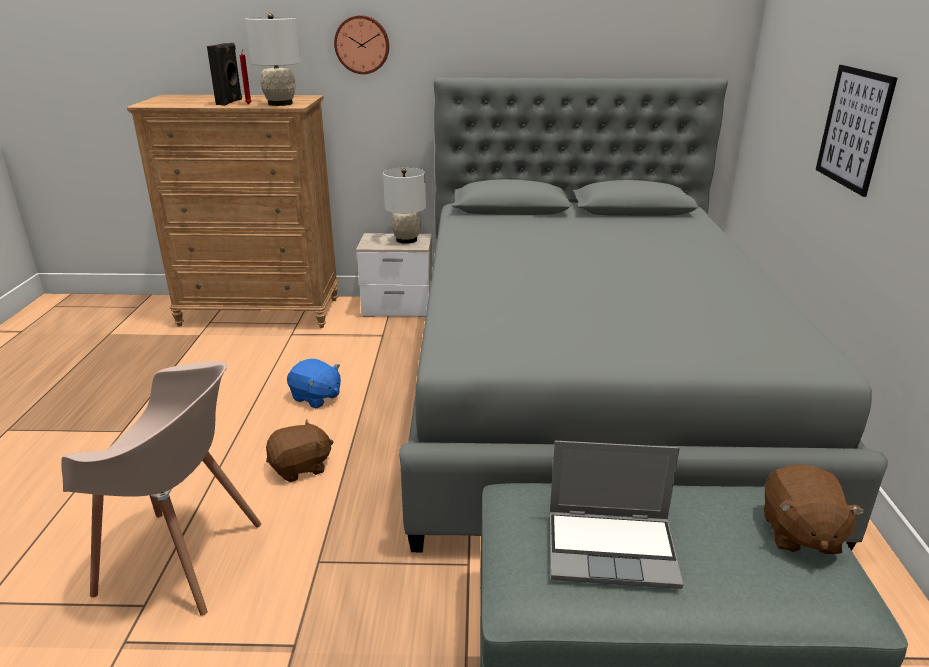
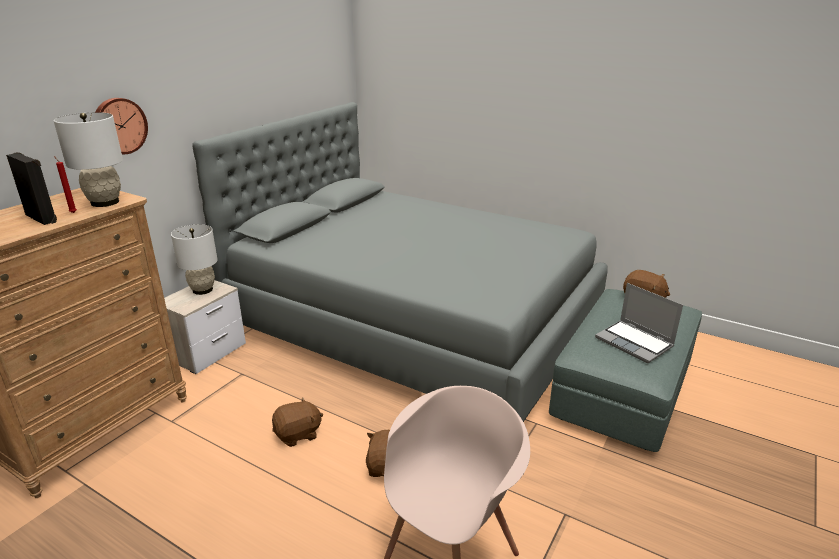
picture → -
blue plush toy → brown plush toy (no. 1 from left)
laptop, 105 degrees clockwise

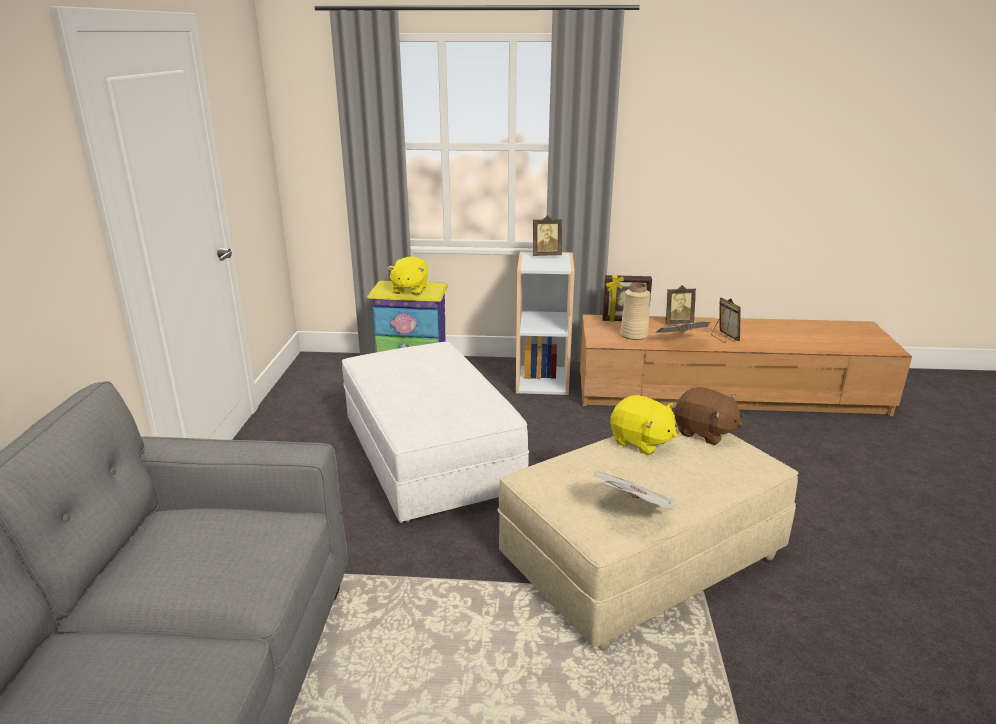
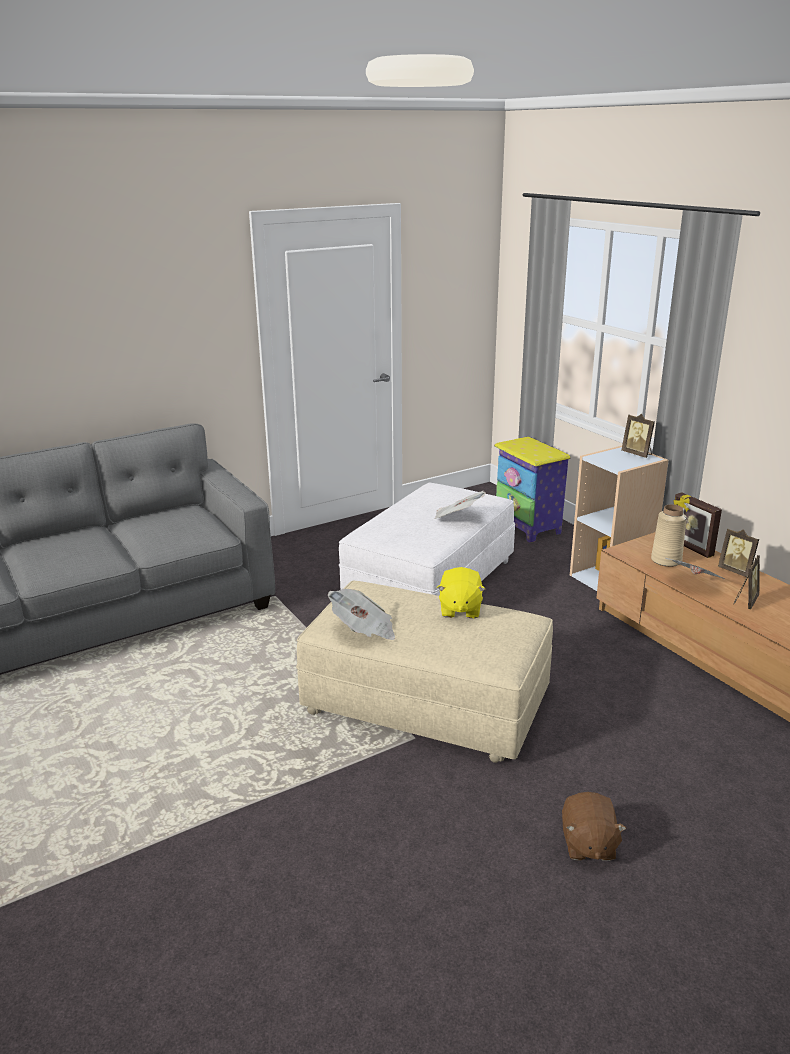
yellow plush toy (no. 1 from left) → -
- → newspaper (no. 2 from left)
brown plush toy, shifted

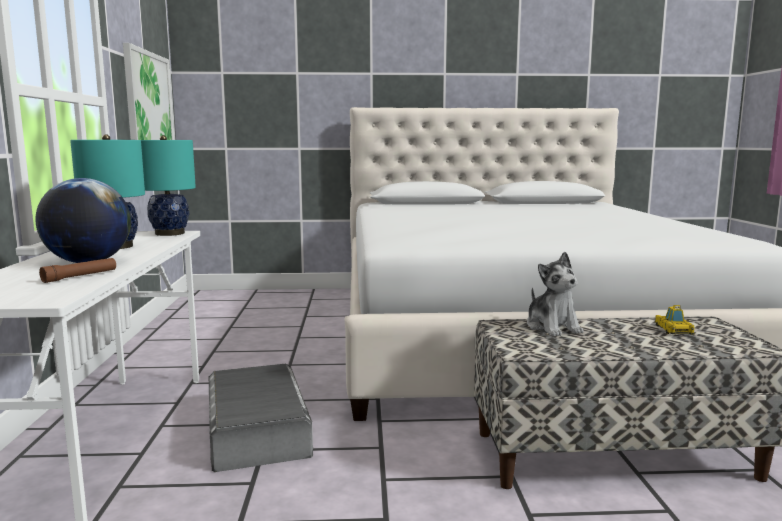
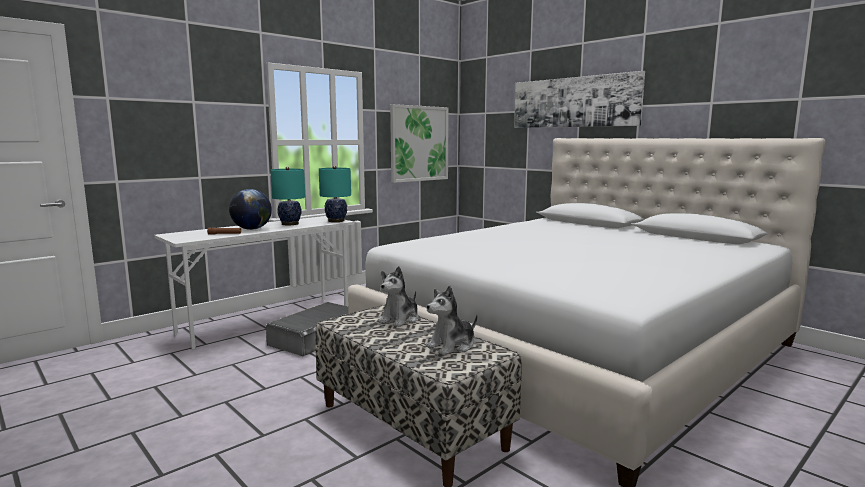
- → picture (no. 2 from left)
toy car → plush toy (no. 2 from left)

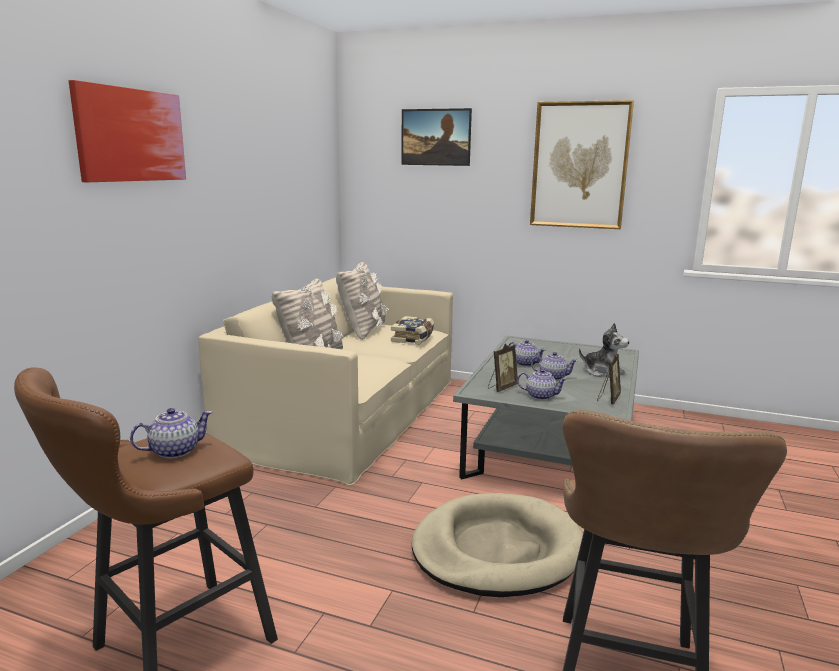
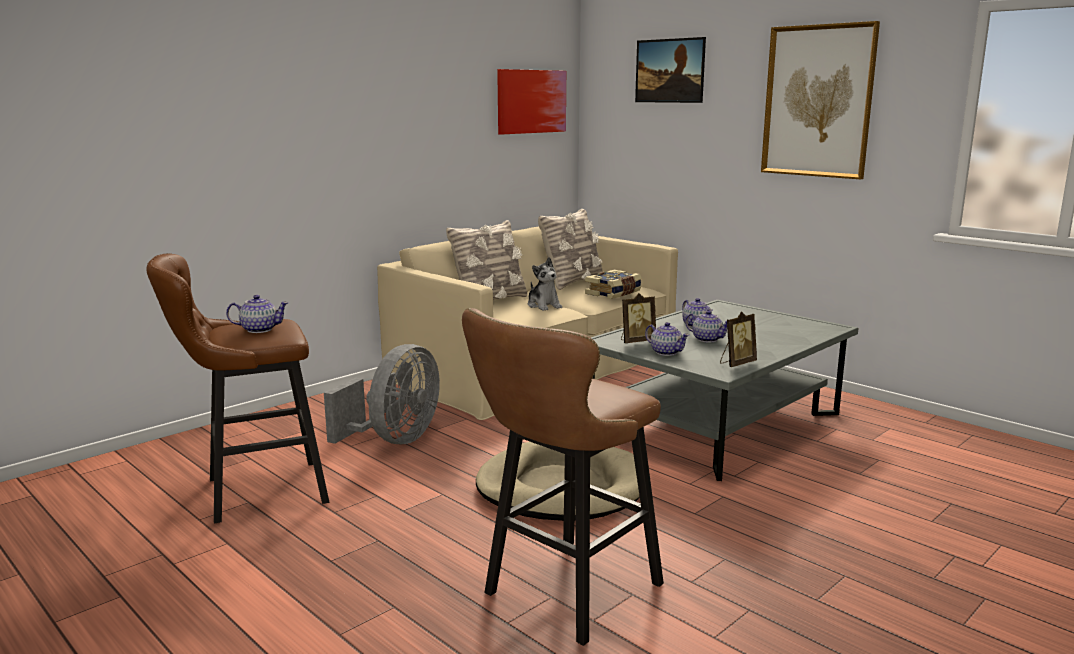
- → grey fan
picture (no. 1 from left), shifted
plush toy, shifted

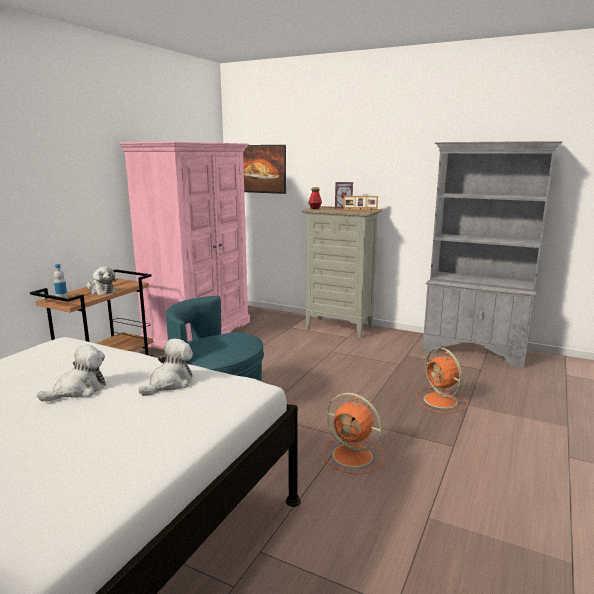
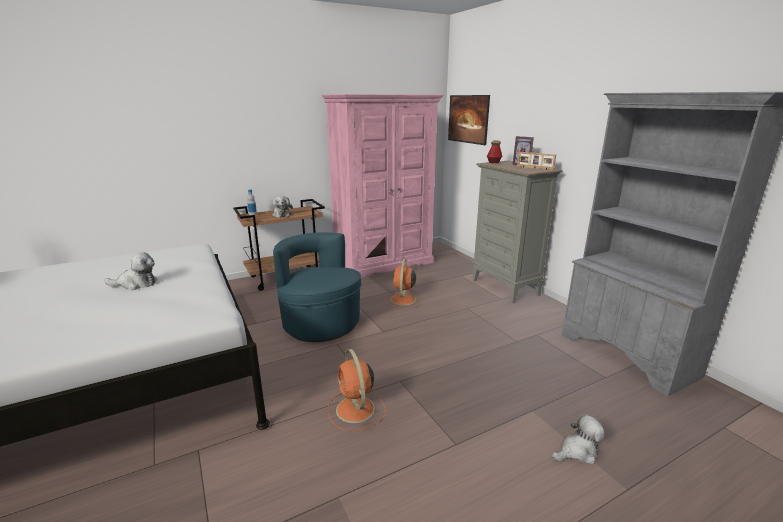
plush toy (no. 3 from left), shifted
orange fan (no. 2 from left), shifted

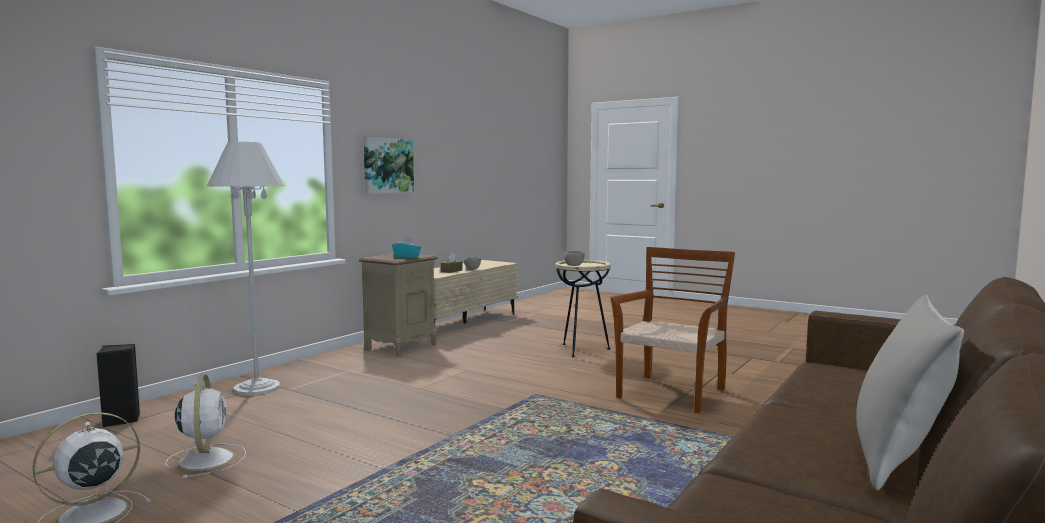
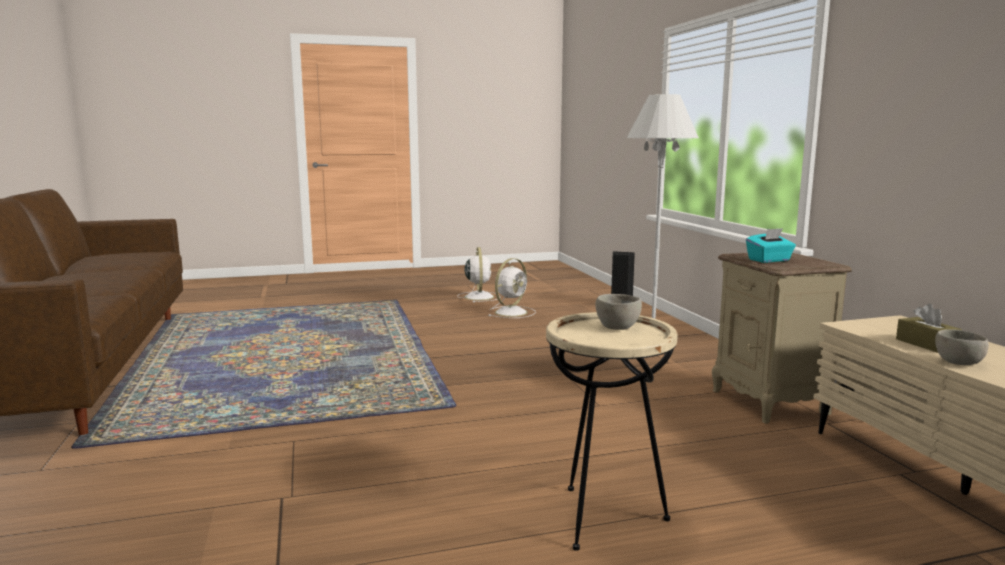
picture → -
brown armchair → -
grey pillow → -
white fan (no. 2 from left), 75 degrees counterclockwise

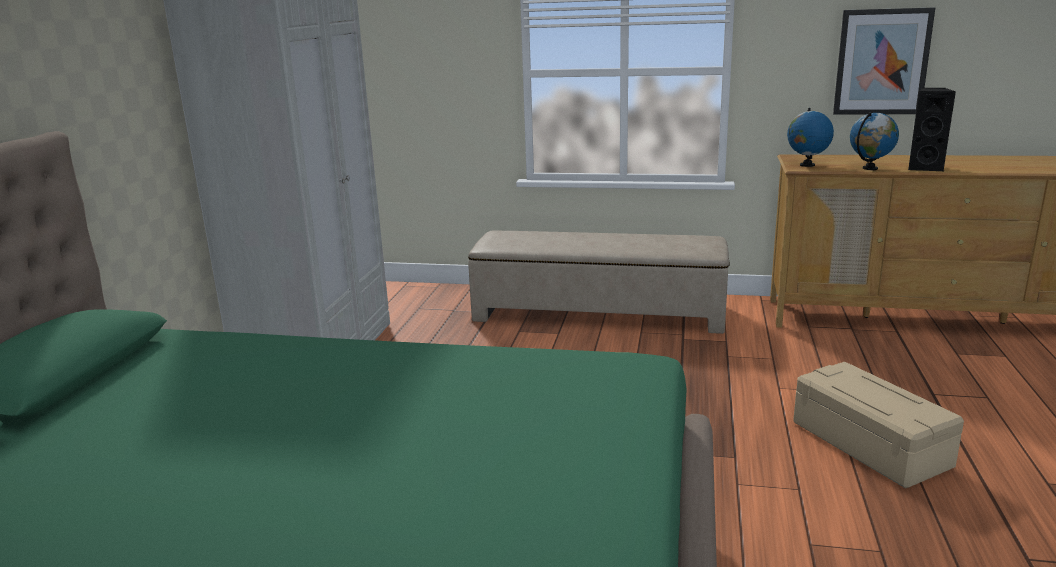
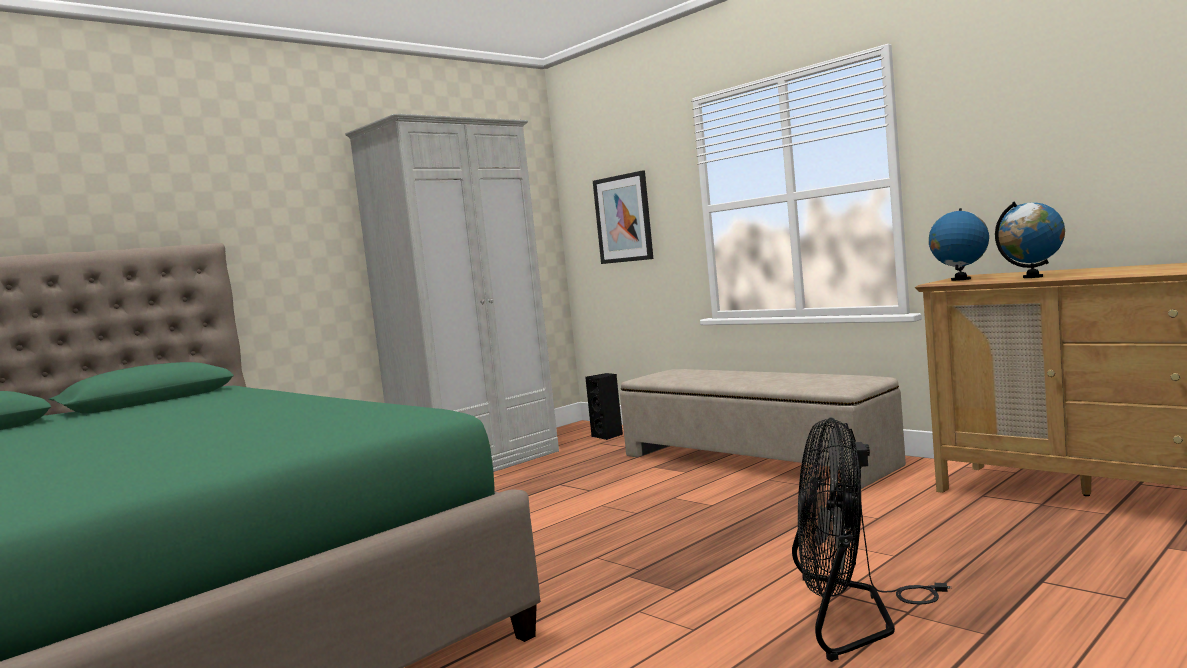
picture, shifted
black speaker, shifted
beige storage box → black fan

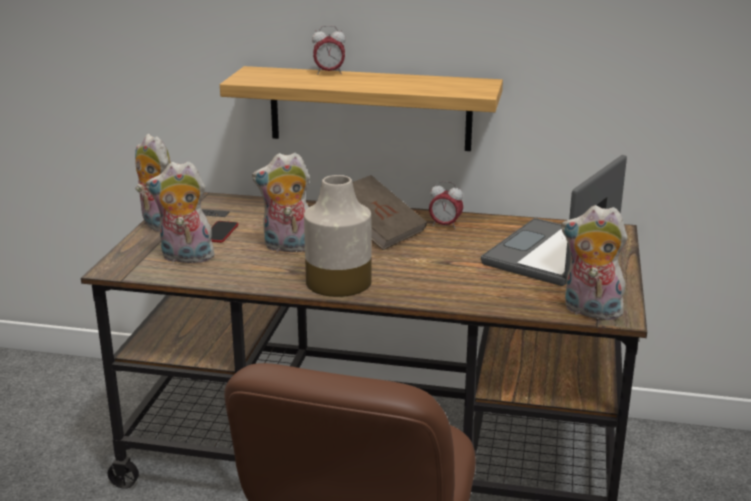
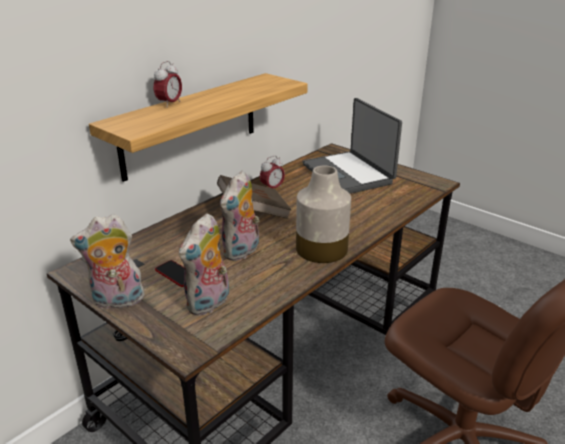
plush toy (no. 4 from left) → -

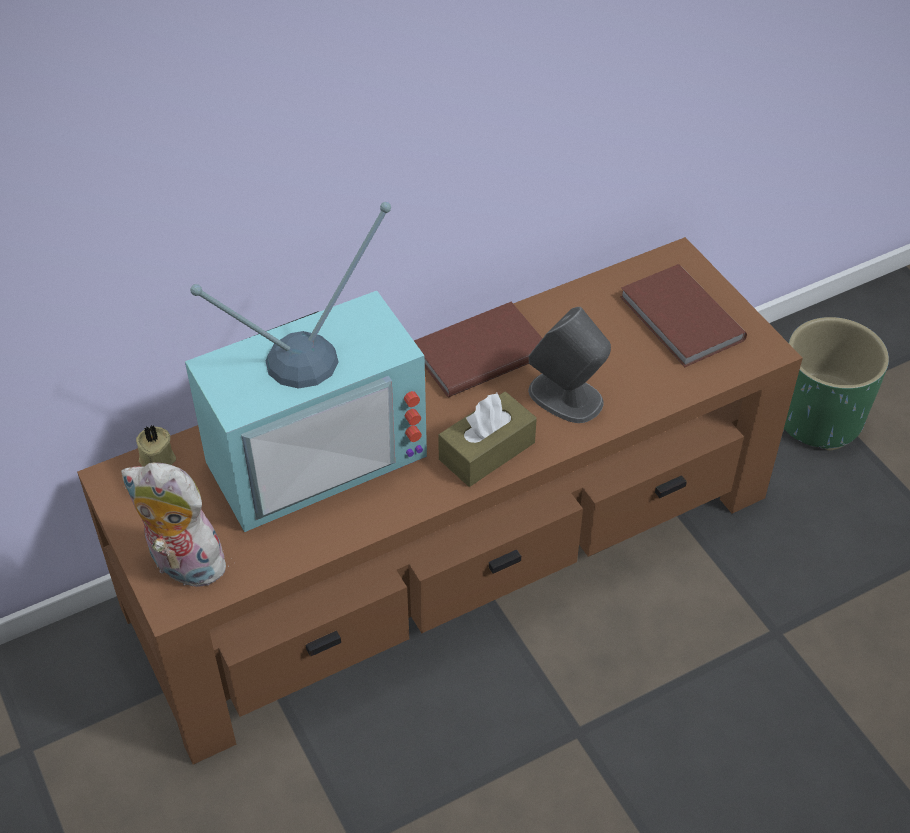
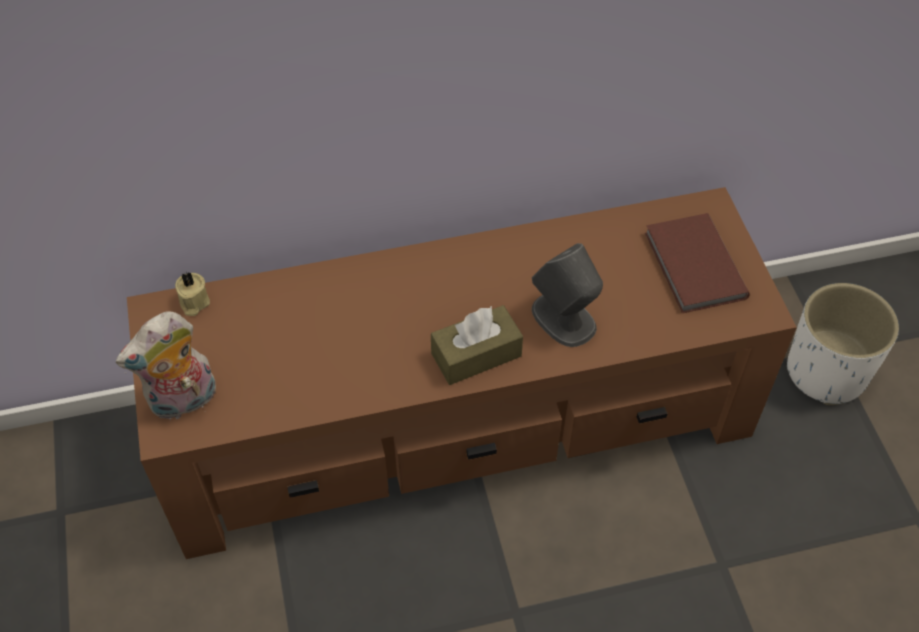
television → -
brown book (no. 1 from left) → -
green planter → white planter
plush toy, 75 degrees counterclockwise

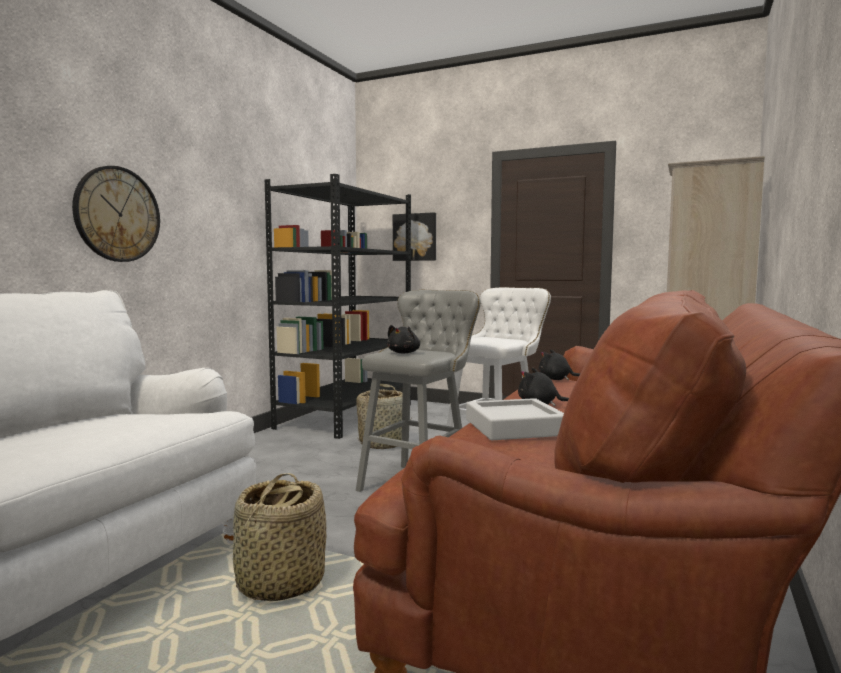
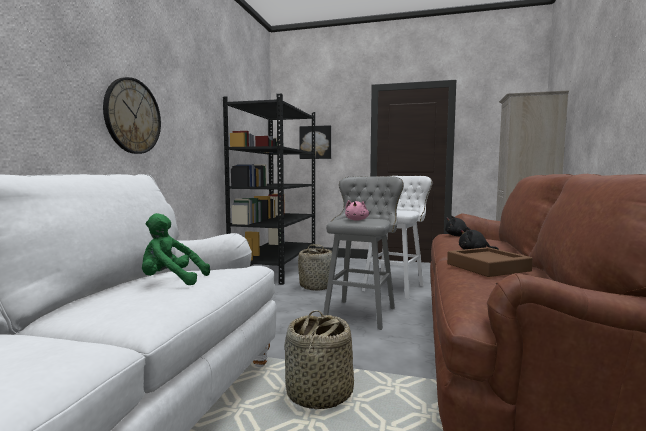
- → green plush toy
black plush toy (no. 1 from left) → pink plush toy
grey tray → brown tray

